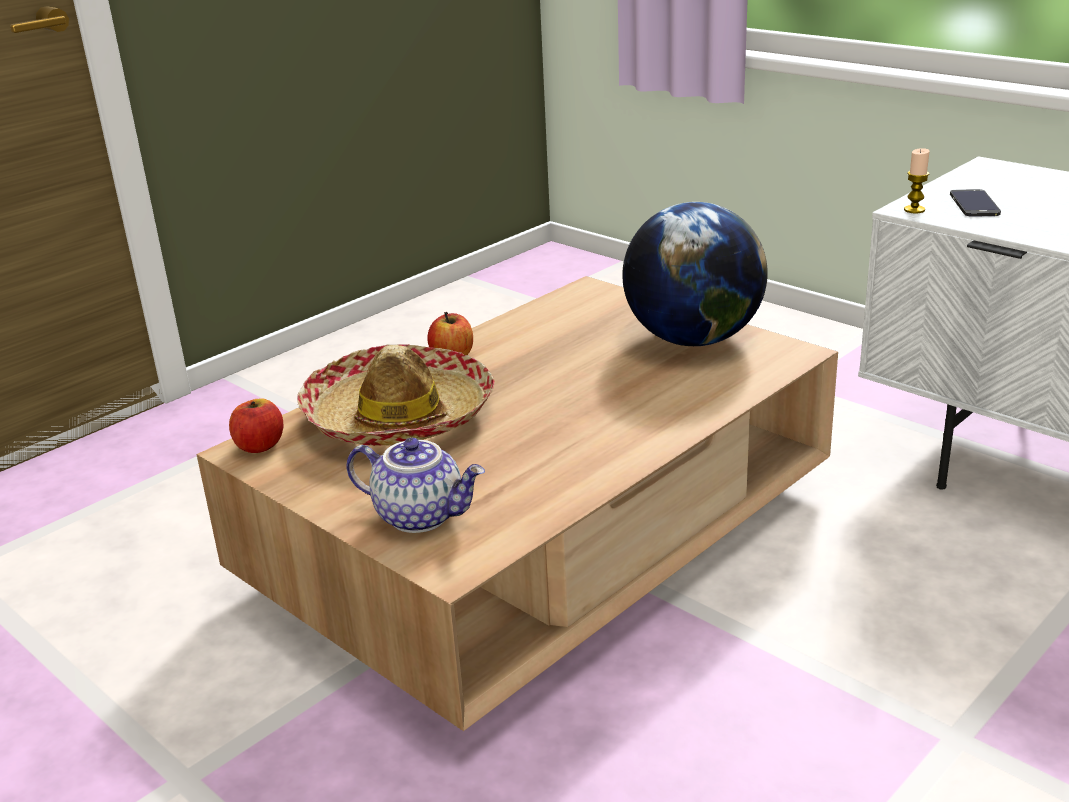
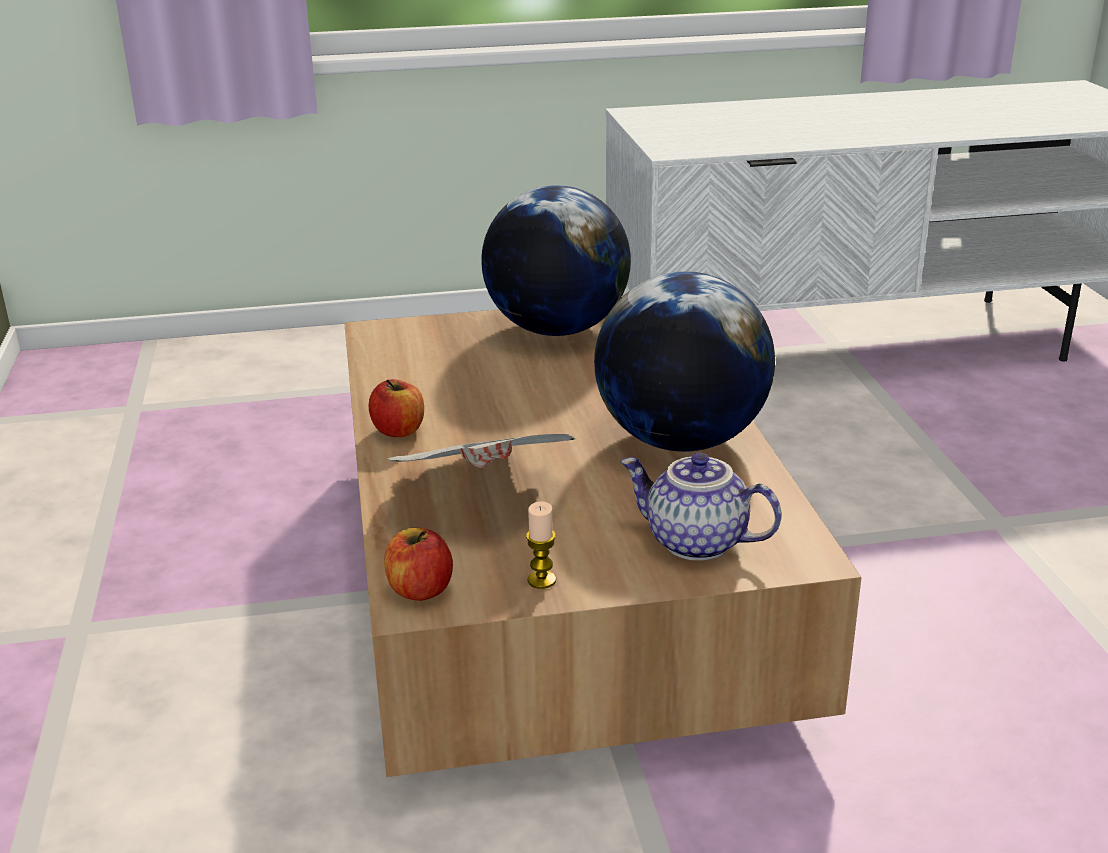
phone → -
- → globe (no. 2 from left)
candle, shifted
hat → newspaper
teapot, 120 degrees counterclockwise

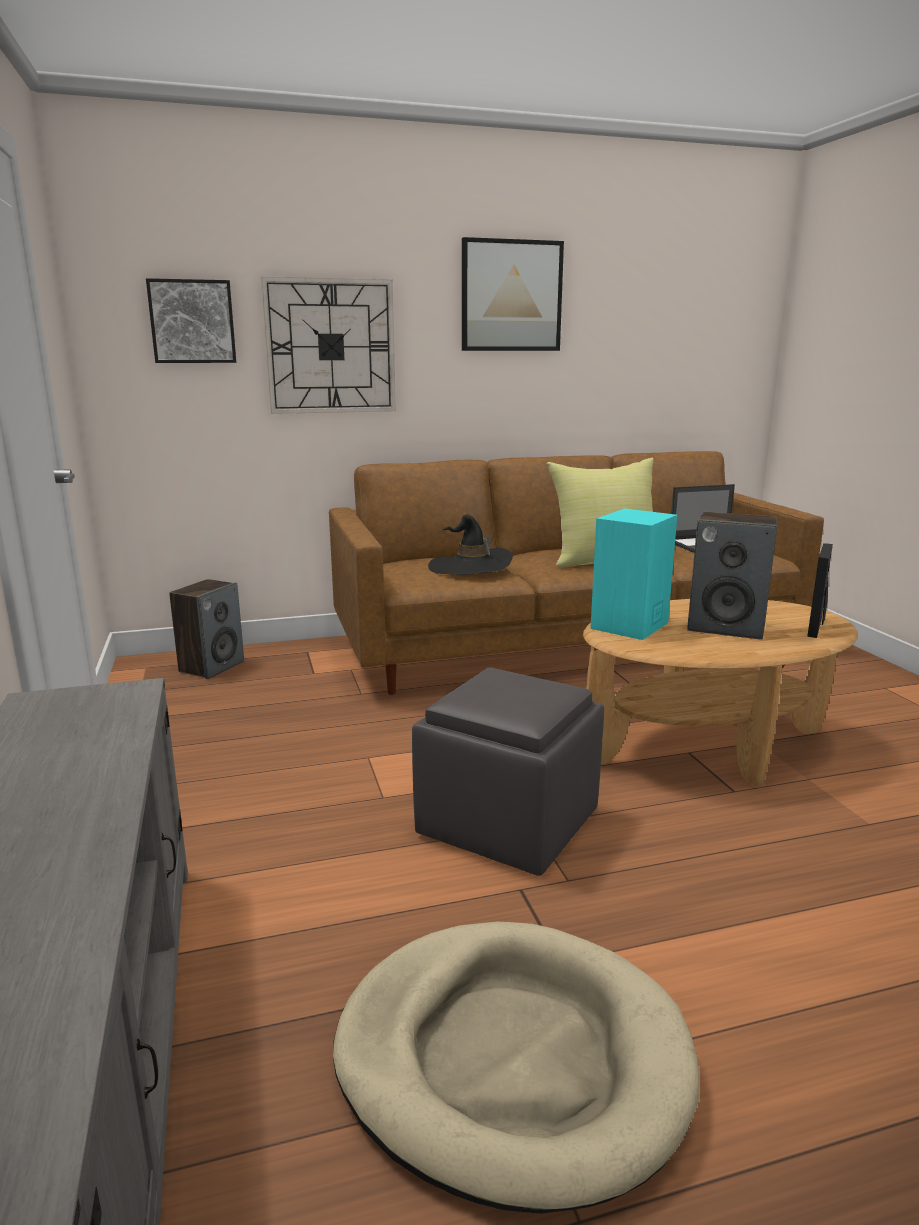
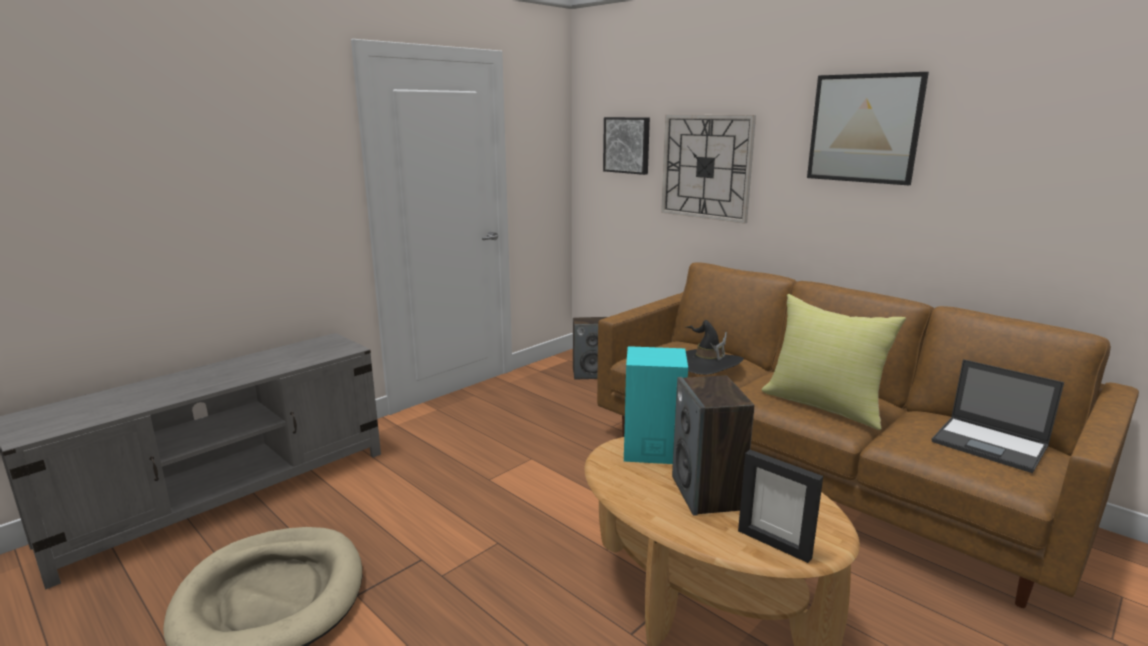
grey ottoman → -
picture frame, 135 degrees counterclockwise

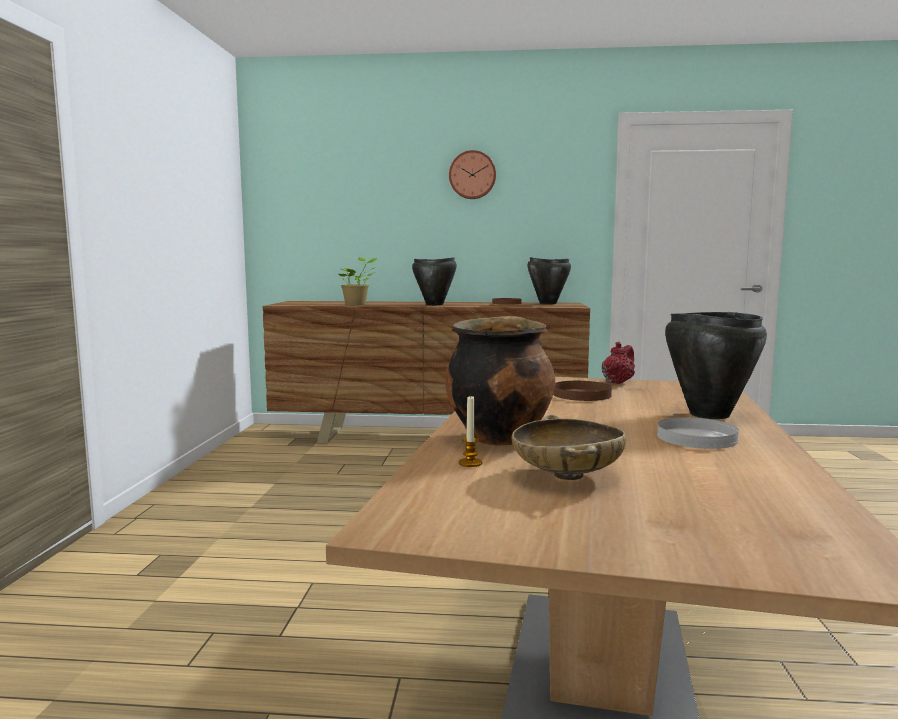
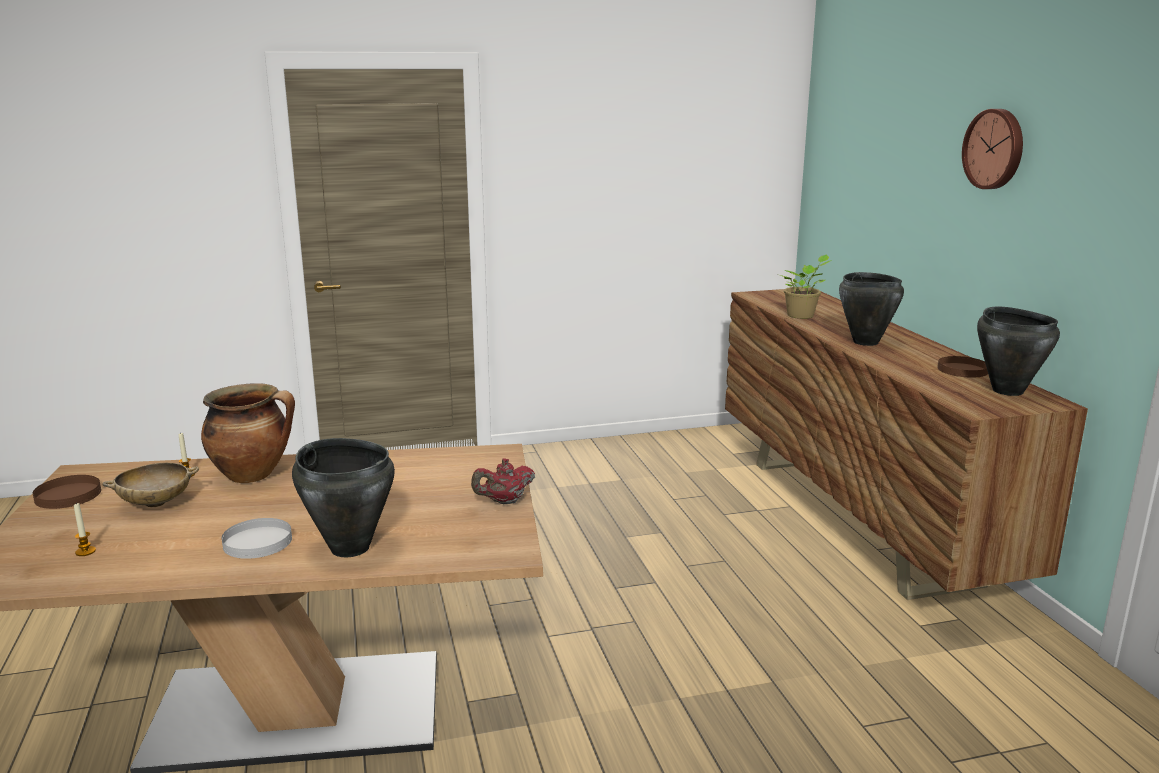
- → candle (no. 1 from left)
brown plate (no. 2 from left in the first image) → brown plate (no. 1 from left), shifted
red teapot, 135 degrees clockwise

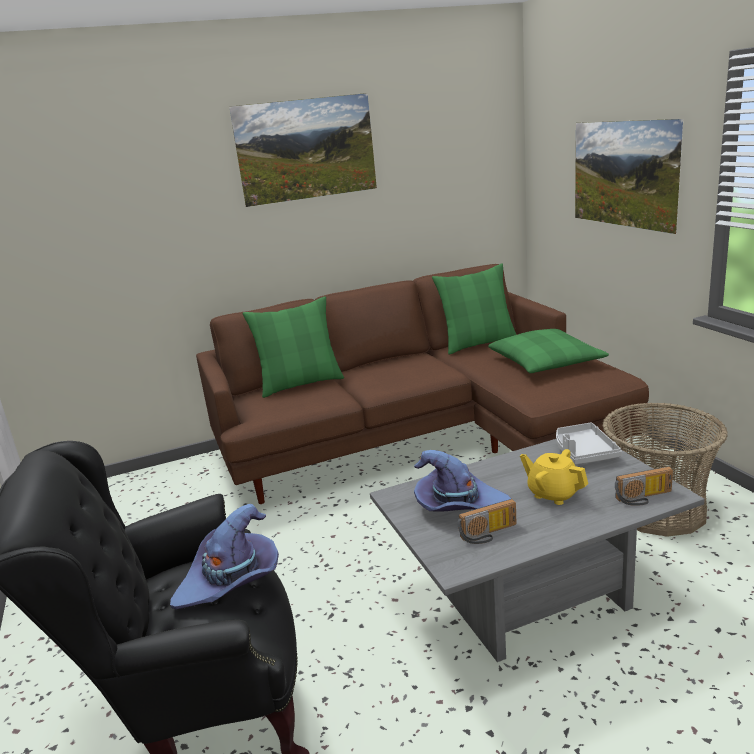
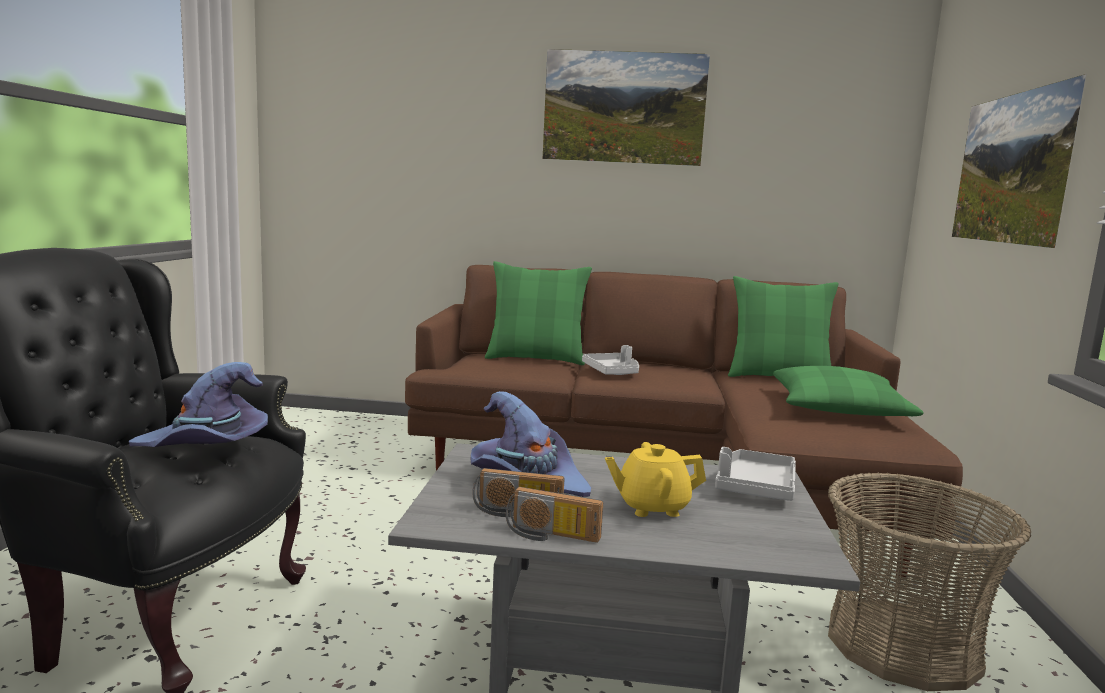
- → grey tray (no. 1 from left)
radio (no. 2 from left), shifted
yellow teapot, 75 degrees counterclockwise

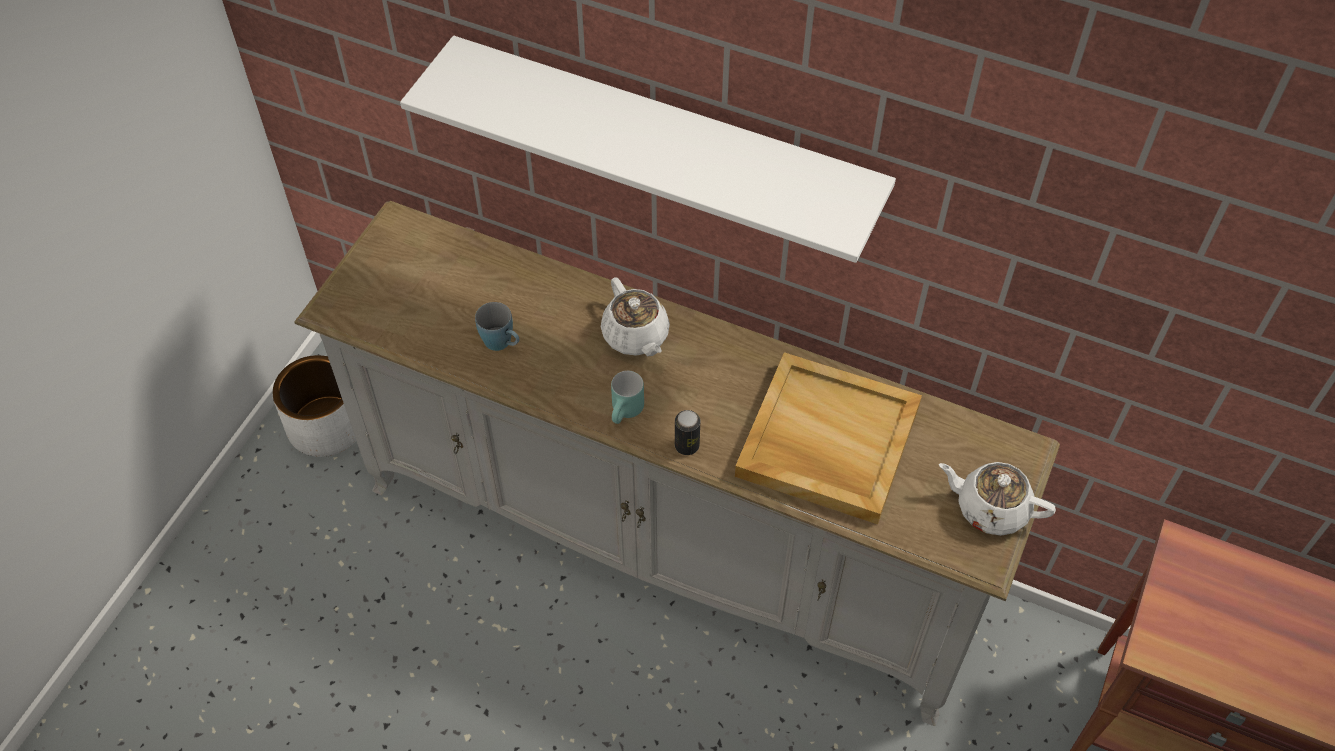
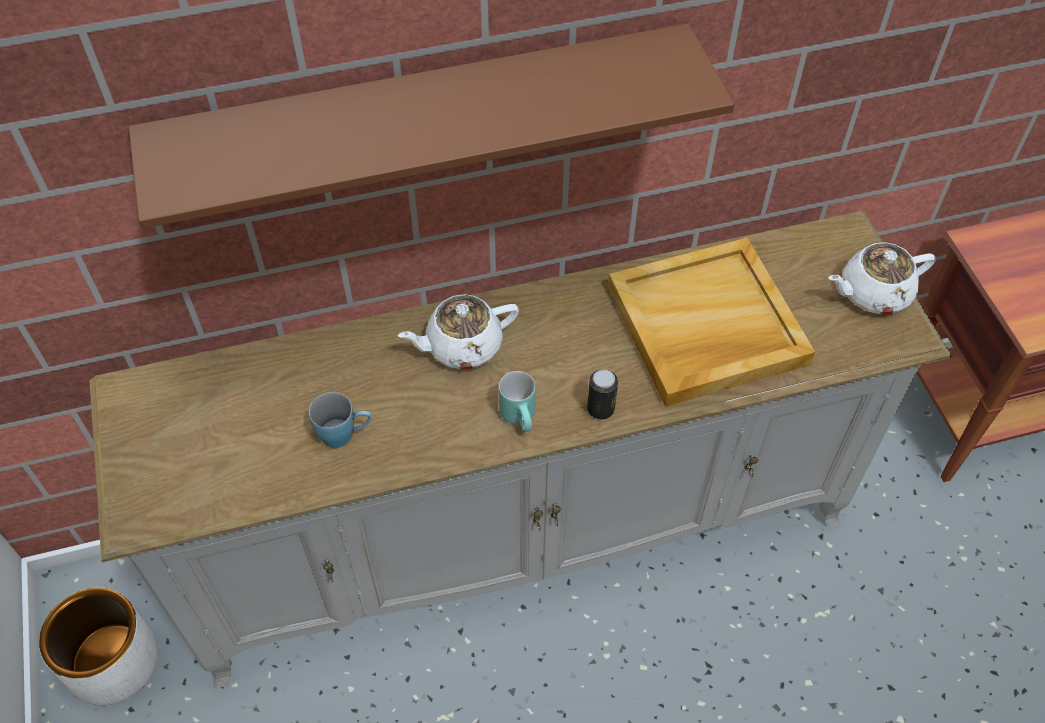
white shelf → brown shelf
white teapot (no. 1 from left), 135 degrees clockwise

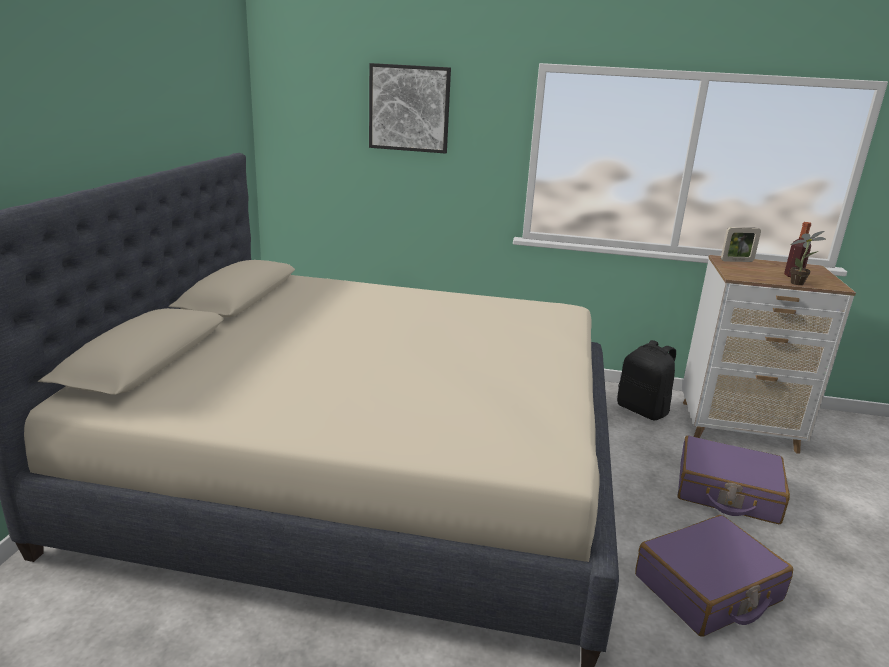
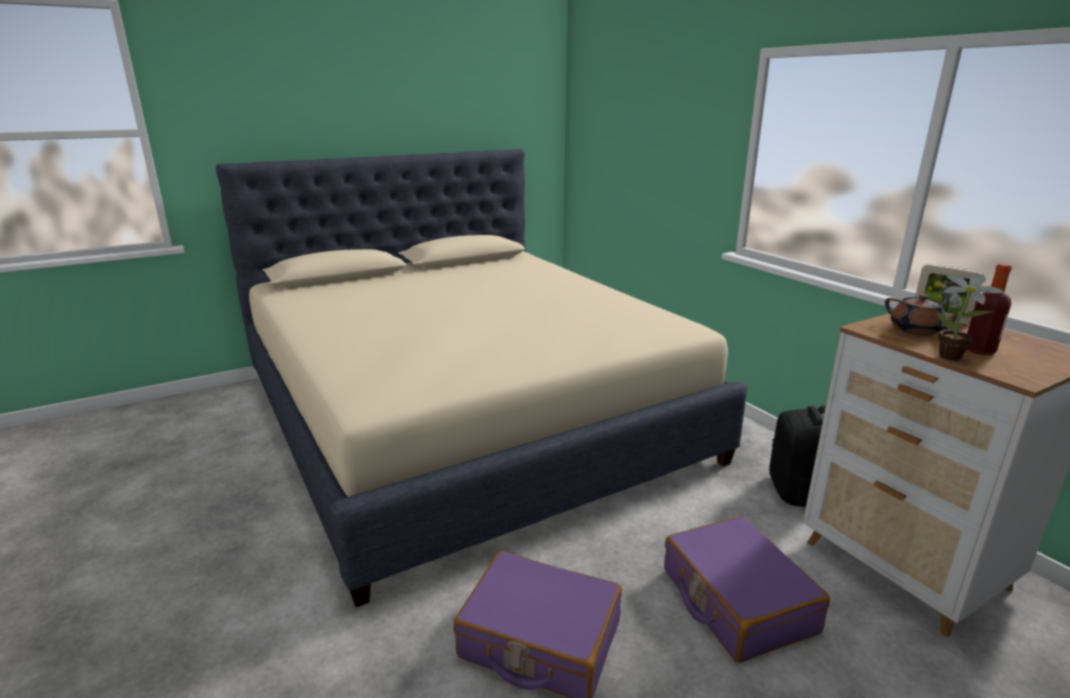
picture → -
- → brown teapot

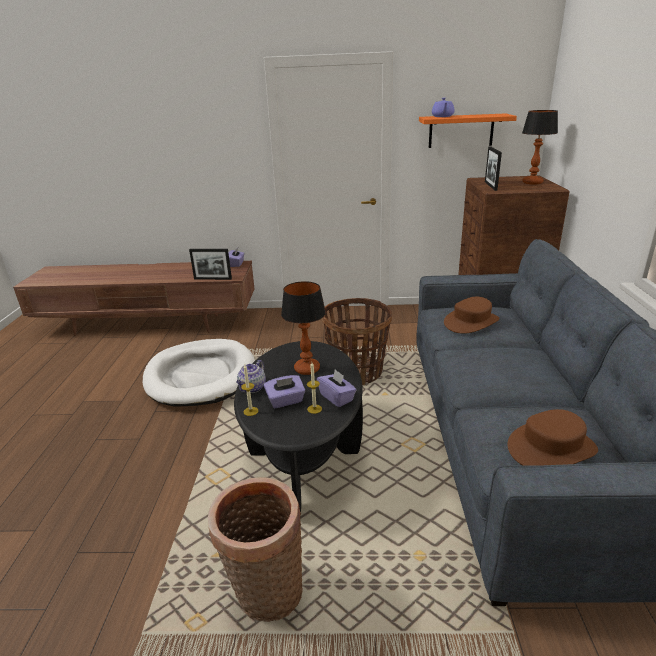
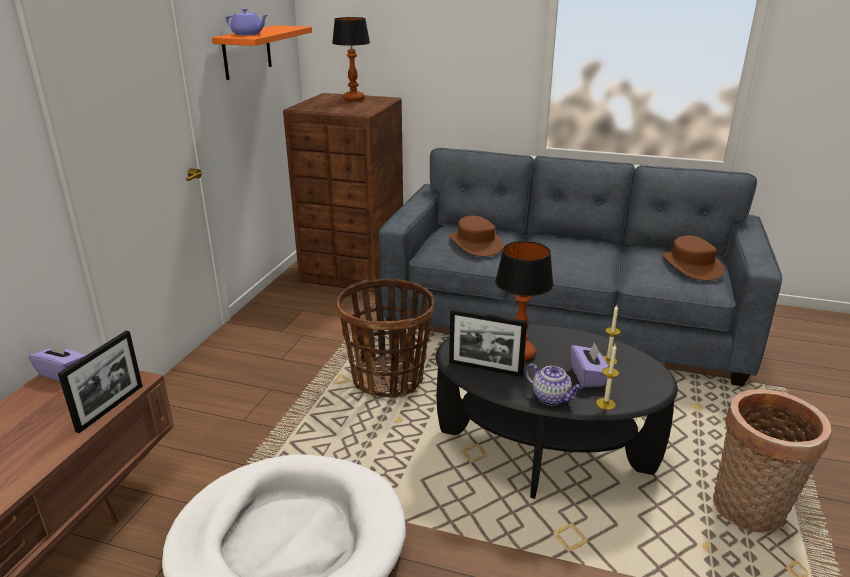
purple tissue box (no. 3 from left) → -
picture frame (no. 2 from left), shifted

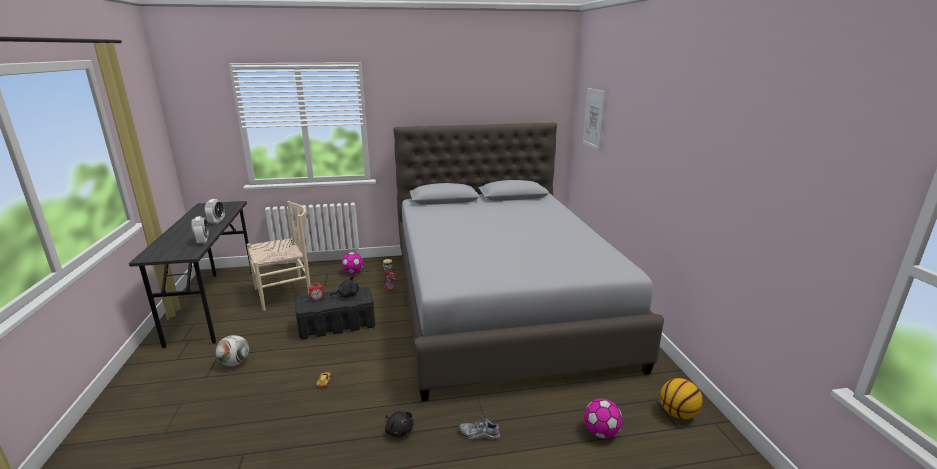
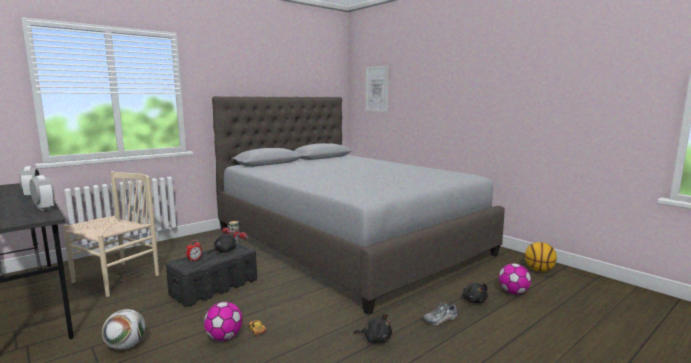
- → black plush toy (no. 3 from left)
football (no. 2 from left), shifted

